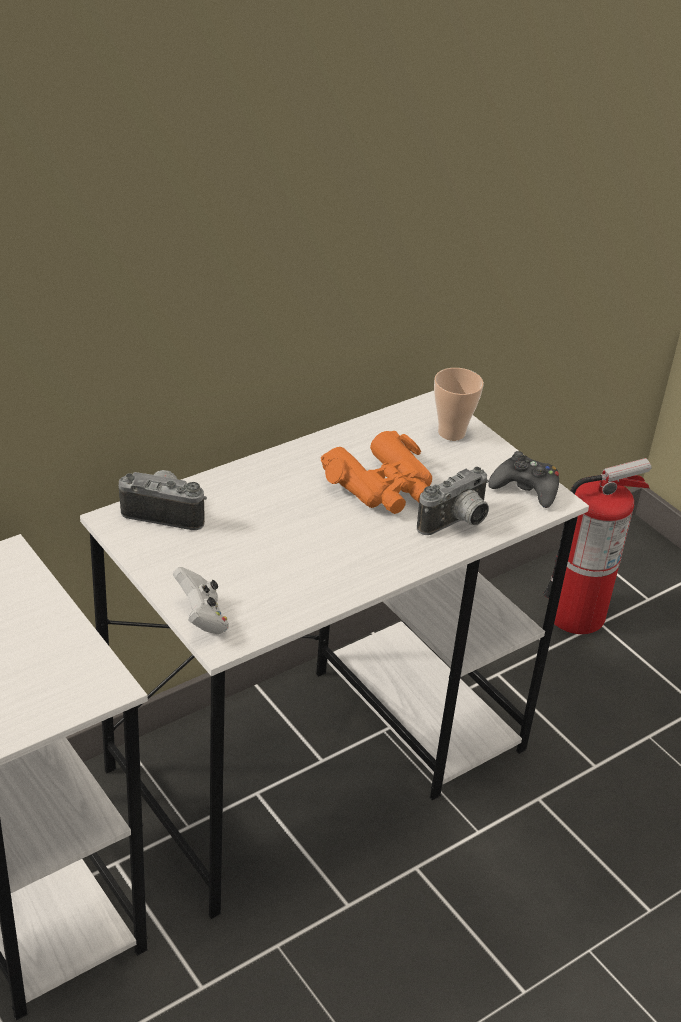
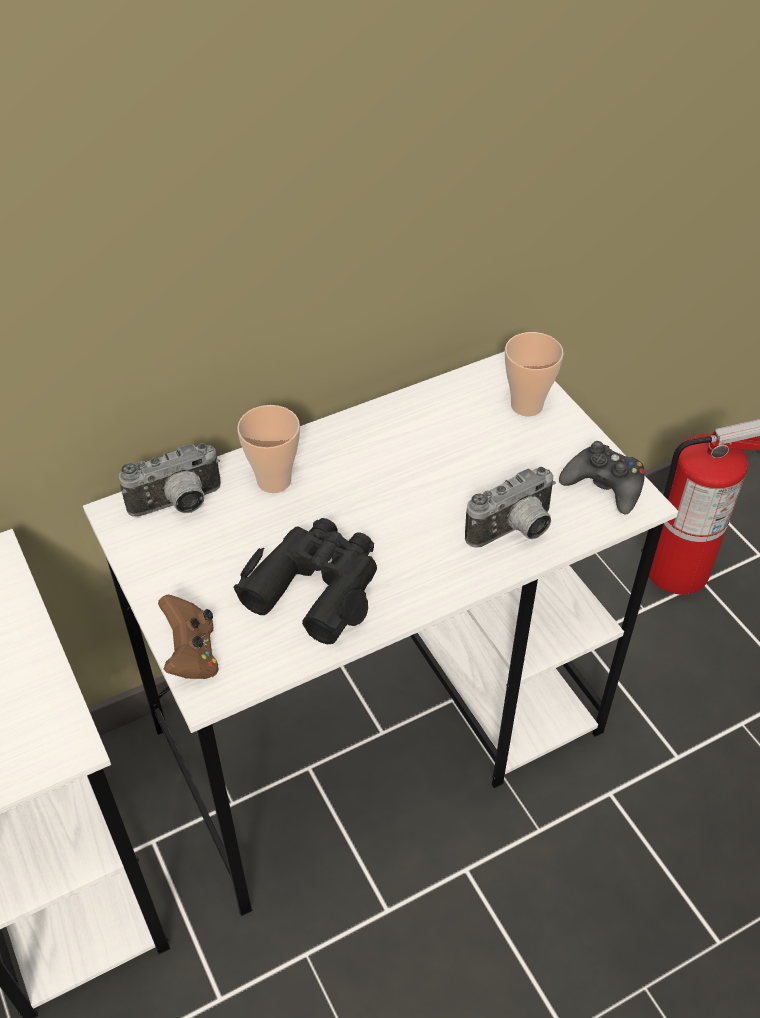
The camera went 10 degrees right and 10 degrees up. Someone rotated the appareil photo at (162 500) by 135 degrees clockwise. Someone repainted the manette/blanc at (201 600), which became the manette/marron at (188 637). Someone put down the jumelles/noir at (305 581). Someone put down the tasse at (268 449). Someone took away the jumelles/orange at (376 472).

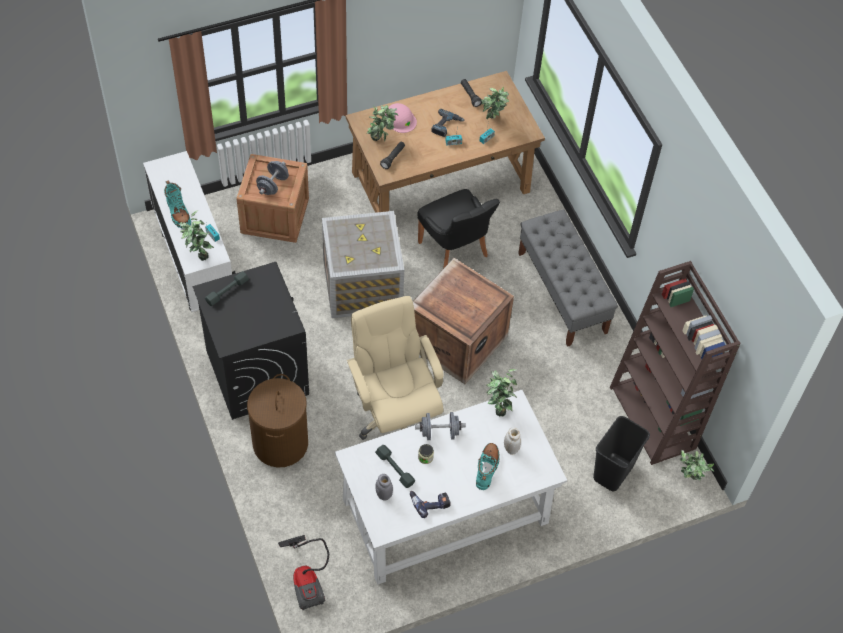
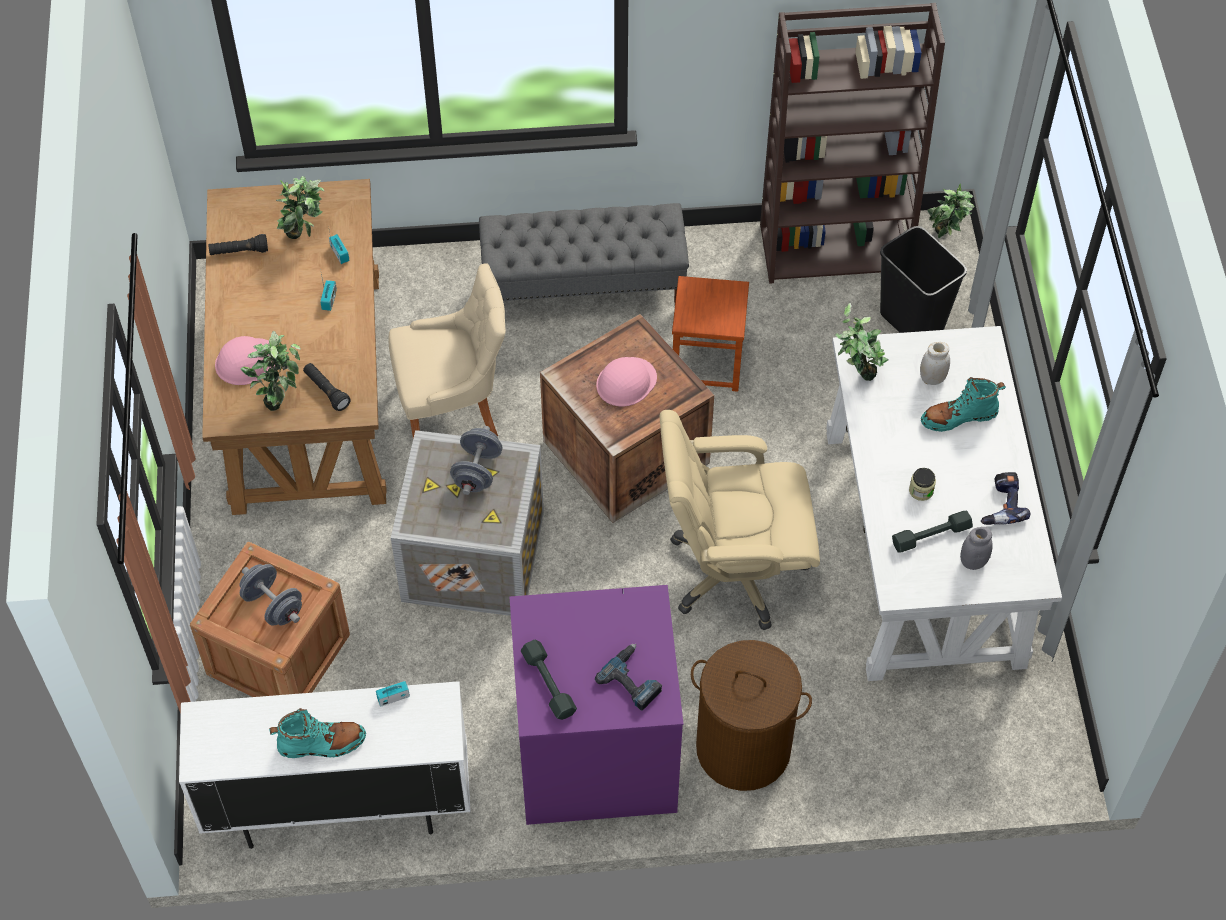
The camera went 70 degrees left and 0 degrees up. Someone repainted the chaise/noir at (459 229), which became the chaise/beige at (447 350). Someone carried the haltère/gris from (440 426) to (476 460). Someone repainted the lave-linge/noir at (251 341), which became the lave-linge/violet at (596 705). Someone carried the perceuse from (448 123) to (628 677). Someone put down the casque de chantier/rose at (626 381). Someone put down the tabouret/marron at (710 334). Someone rotated the botte/turquoise at (488 466) by 45 degrees counterclockwise. Someone took away the plante en pot at (196 235). Someone took away the aspirateur at (303 572).

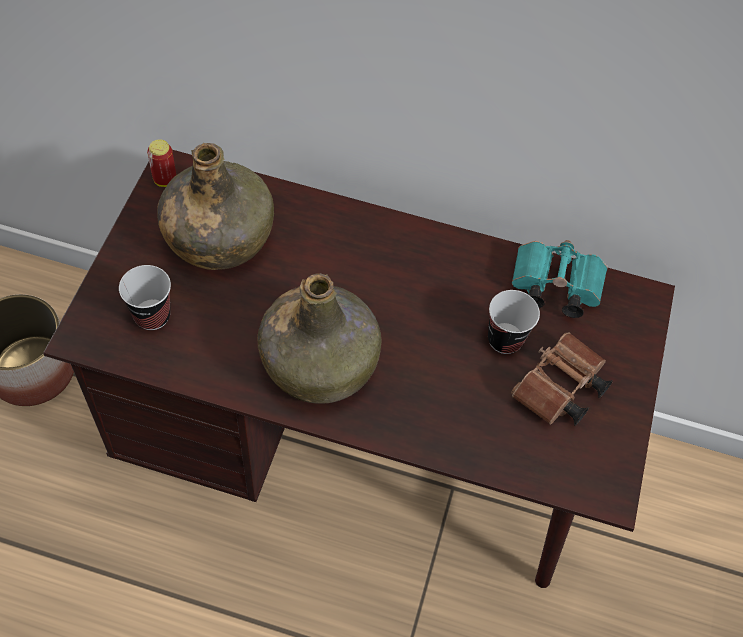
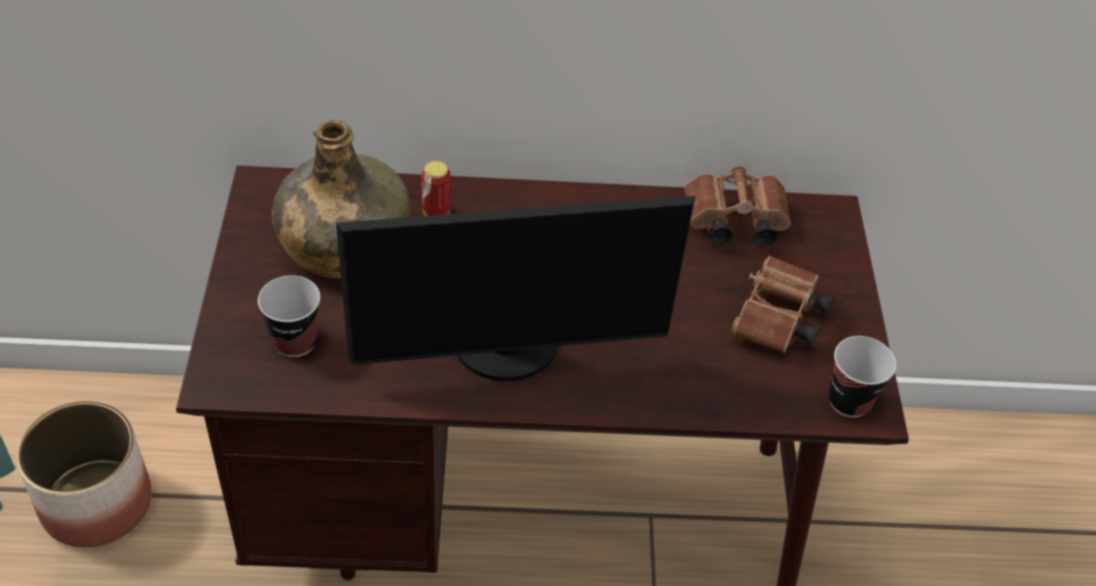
The camera went 15 degrees left and 10 degrees down. Someone swapped the bouteille/vert at (320 338) for the écran d'ordinateur at (515 288). Someone carried the boîte métallique from (161 163) to (436 188). Someone repainted the jumelles/turquoise at (559 279), which became the jumelles/marron at (737 205). Someone carried the tasse from (514 322) to (862 377).

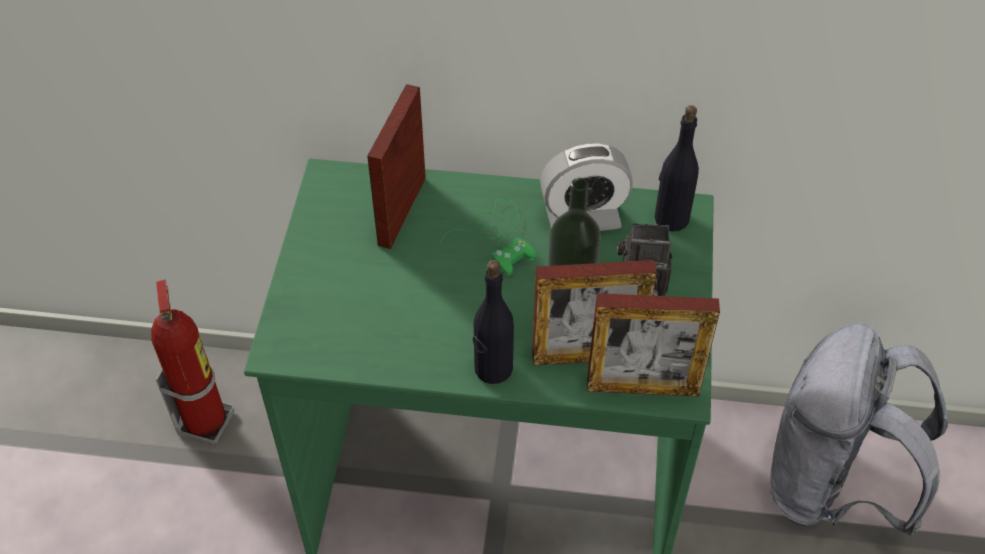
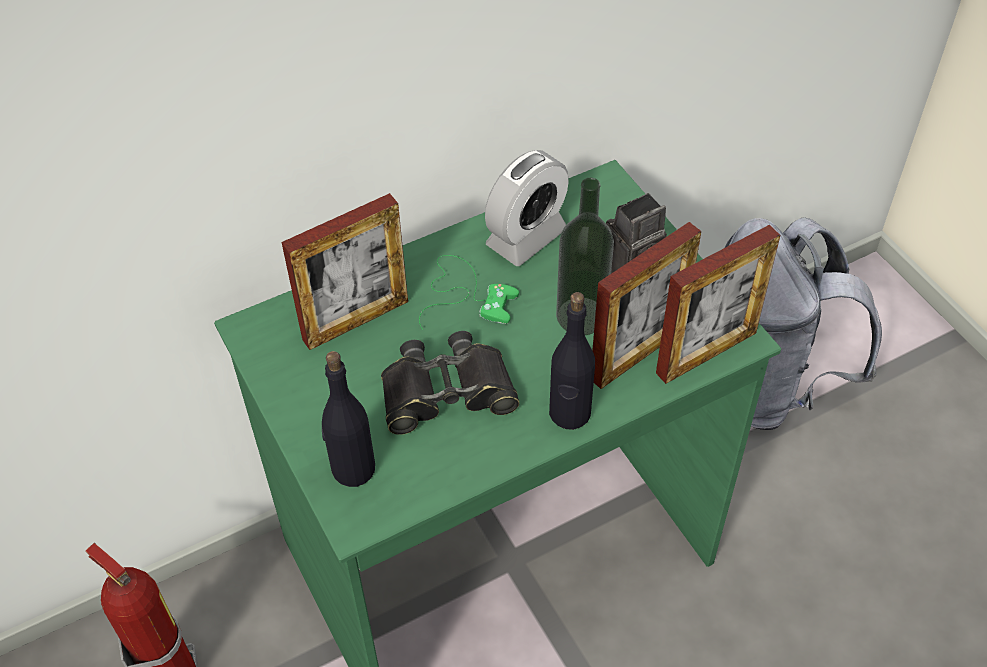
The camera went 35 degrees left and 0 degrees up. Someone rotated the cadre photo at (396 166) by 105 degrees counterclockwise. Someone carried the bouteille/noir from (676 168) to (348 419). Someone put down the jumelles/noir at (450 383).

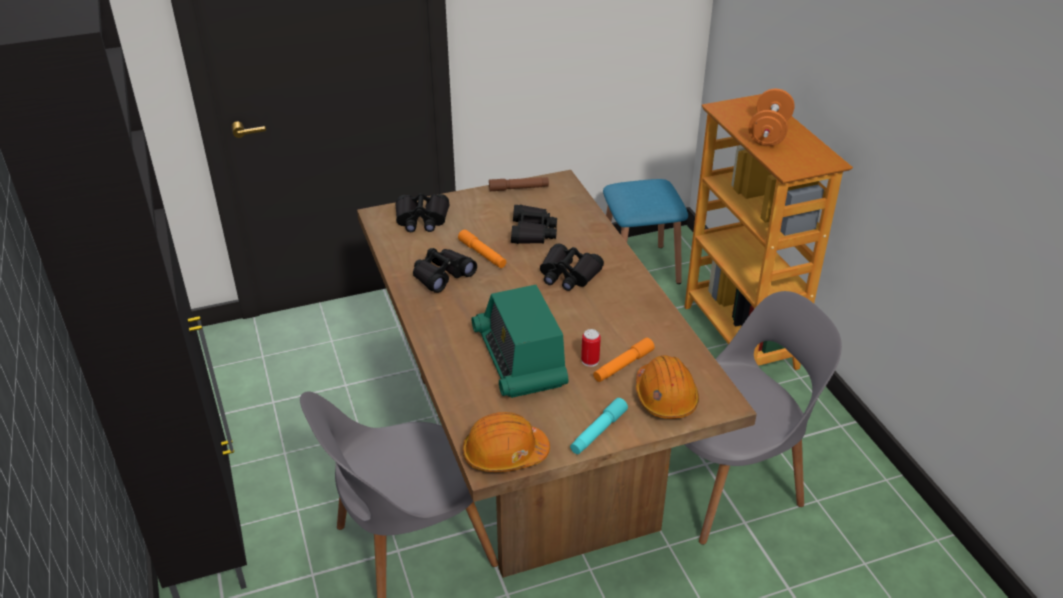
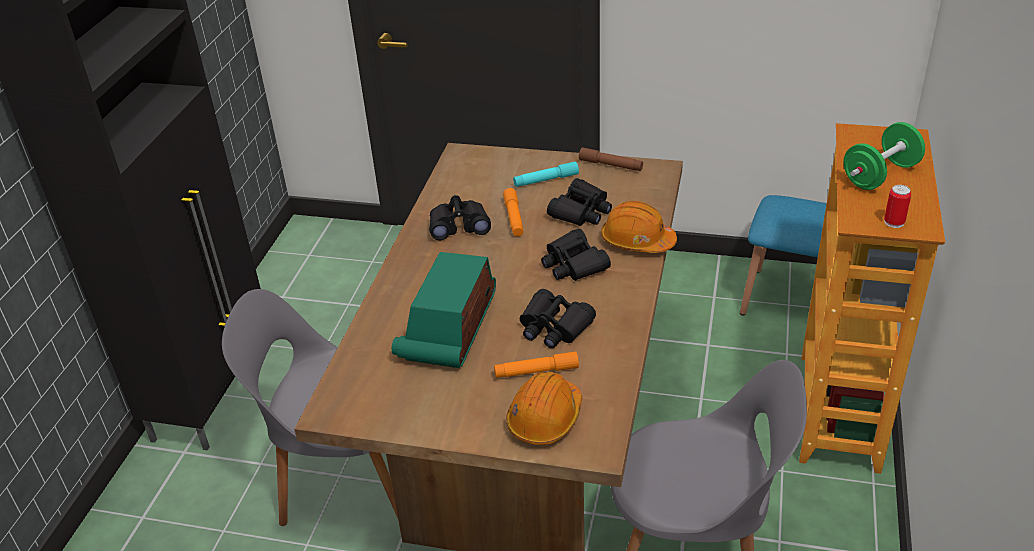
The camera went 35 degrees right and 0 degrees up. Someone carried the lampe de poche/turquoise from (599 426) to (546 174). Someone carried the jumelles/noir from (422 212) to (558 318). Someone carried the casque de chantier/orange from (506 442) to (639 227). Someone repainted the haltère/orange at (771 118), which became the haltère/vert at (884 156). Someone carried the boîte métallique from (591 348) to (897 206).

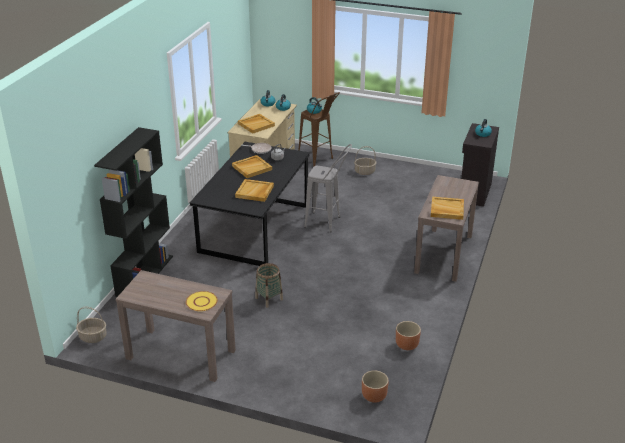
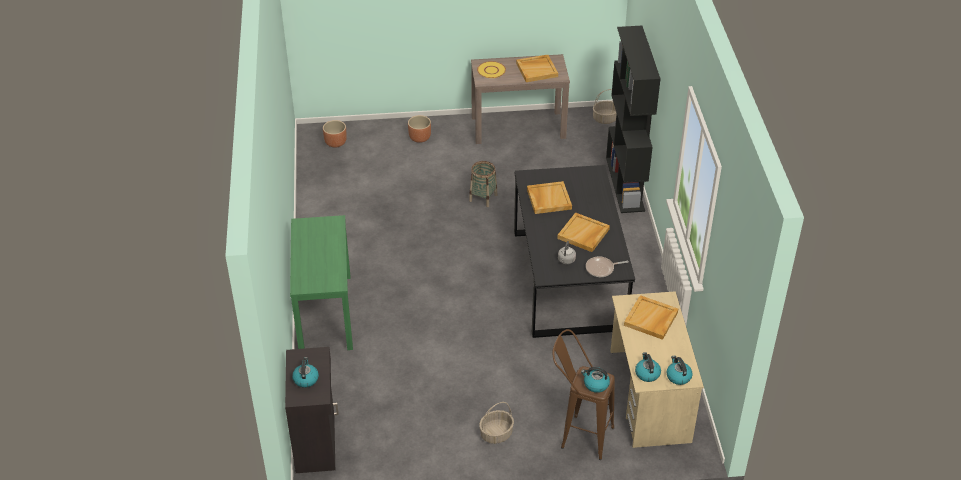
The camera went 155 degrees right and 10 degrees up. Someone repainted the table console/marron at (446 228), which became the table console/vert at (321 282). Someone carried the cache-pot/marron from (408 335) to (419 129). Someone carried the plateau/beige from (447 208) to (537 68). Someone took away the tabouret/gris at (328 188).

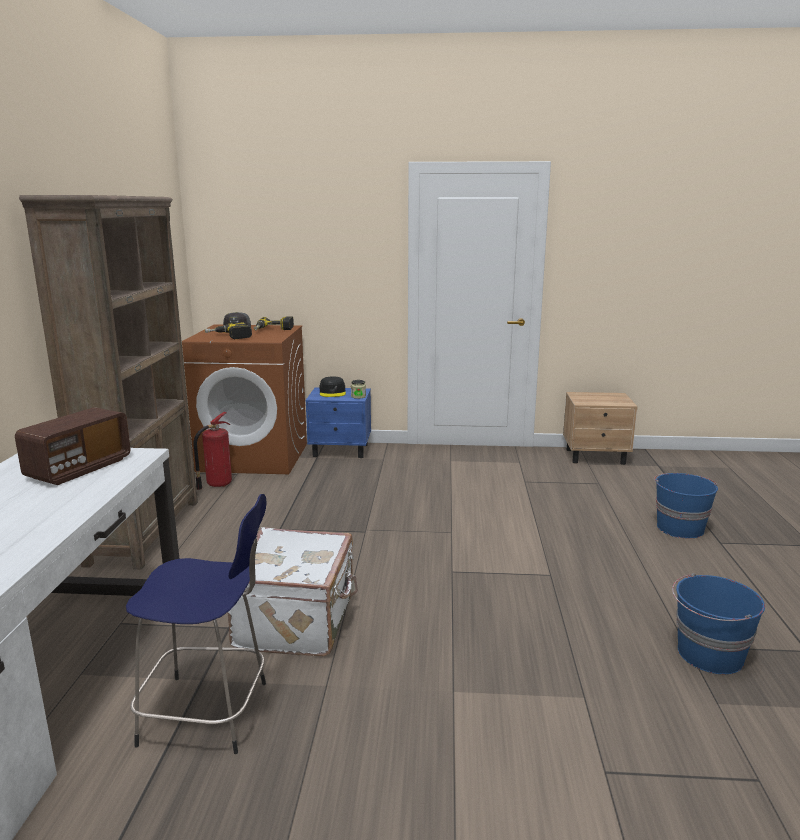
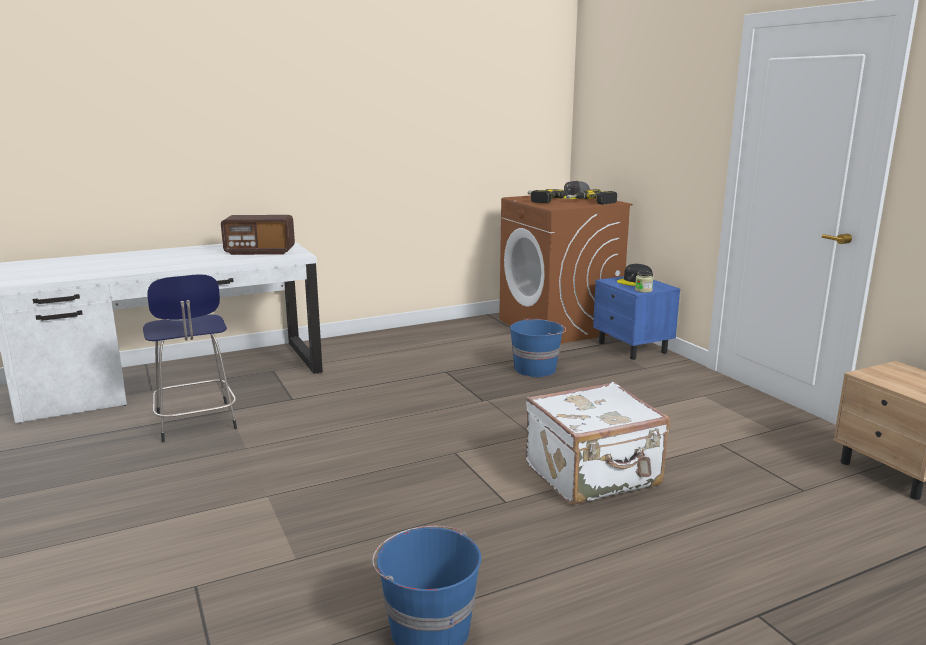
The camera went 60 degrees right and 0 degrees up. Someone carried the seau/bleu from (686 506) to (538 347). Someone carried the valise/blanc from (293 591) to (598 443). Someone took away the bibliothèque/marron at (108 382). Someone took away the extincteur at (213 451).

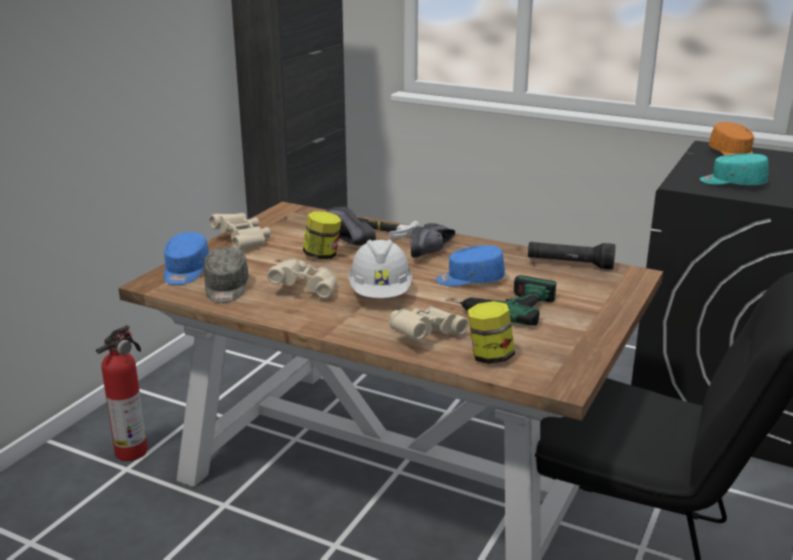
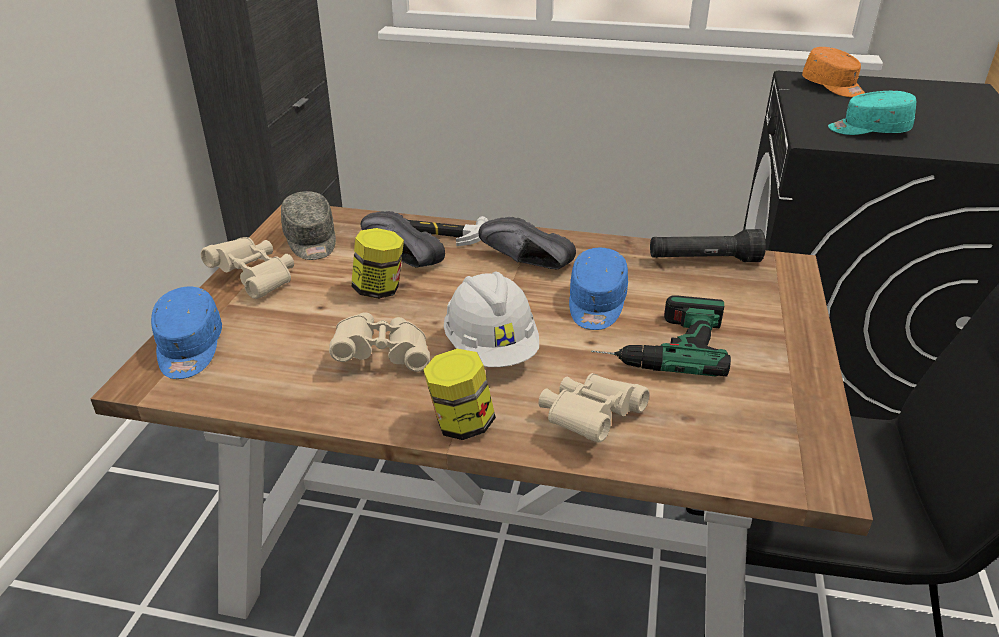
The camera went 15 degrees left and 10 degrees up. Someone carried the casquette/gris from (226 275) to (308 225). Someone carried the bocal from (491 332) to (459 394). Someone rotated the chaussure/noir at (432 240) by 105 degrees clockwise. Someone rotated the casquette/bleu at (470 265) by 60 degrees counterclockwise. Someone took away the extincteur at (122 393).

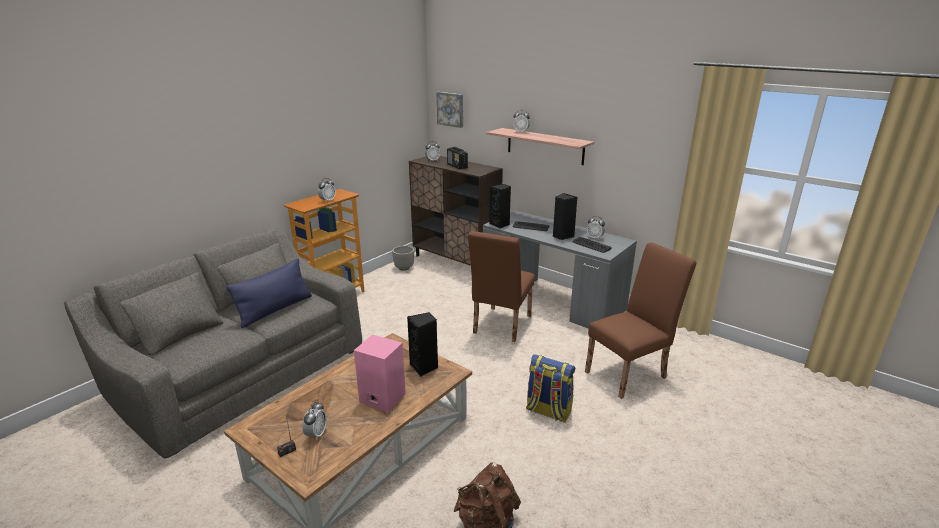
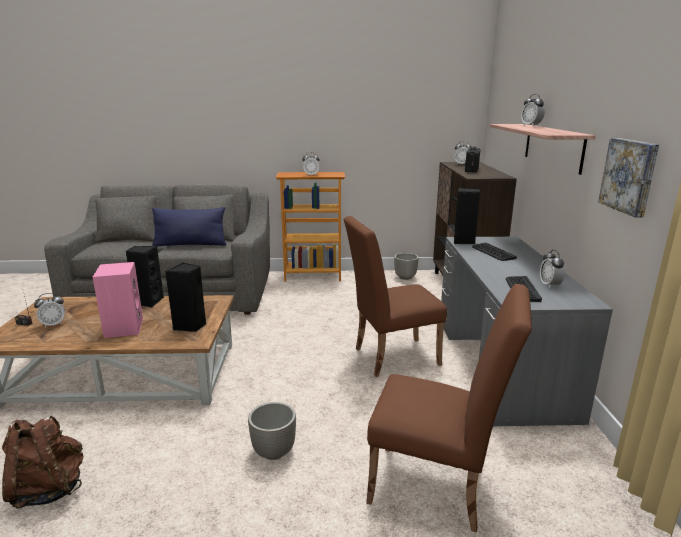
The camera went 50 degrees right and 5 degrees down. Someone carried the enceinte/noir from (565 216) to (145 277). Someone swapped the sac à dos at (550 388) for the cache-pot at (272 431). Someone carried the tableau from (450 110) to (628 178).

